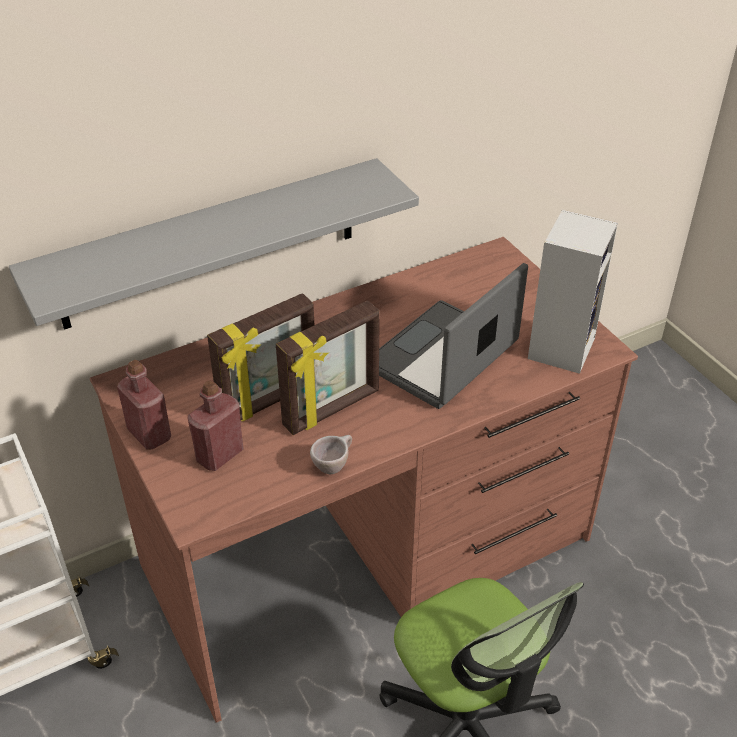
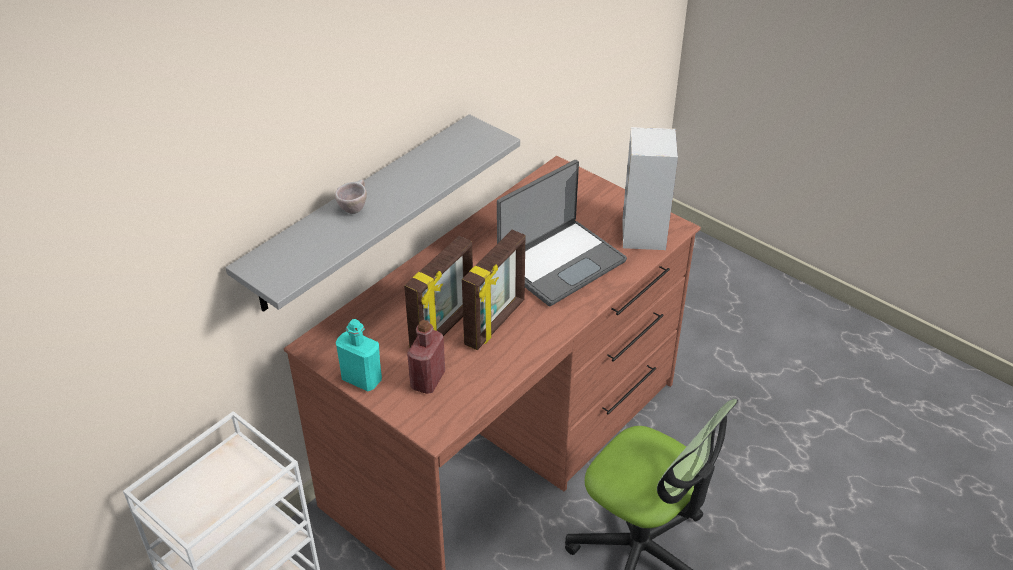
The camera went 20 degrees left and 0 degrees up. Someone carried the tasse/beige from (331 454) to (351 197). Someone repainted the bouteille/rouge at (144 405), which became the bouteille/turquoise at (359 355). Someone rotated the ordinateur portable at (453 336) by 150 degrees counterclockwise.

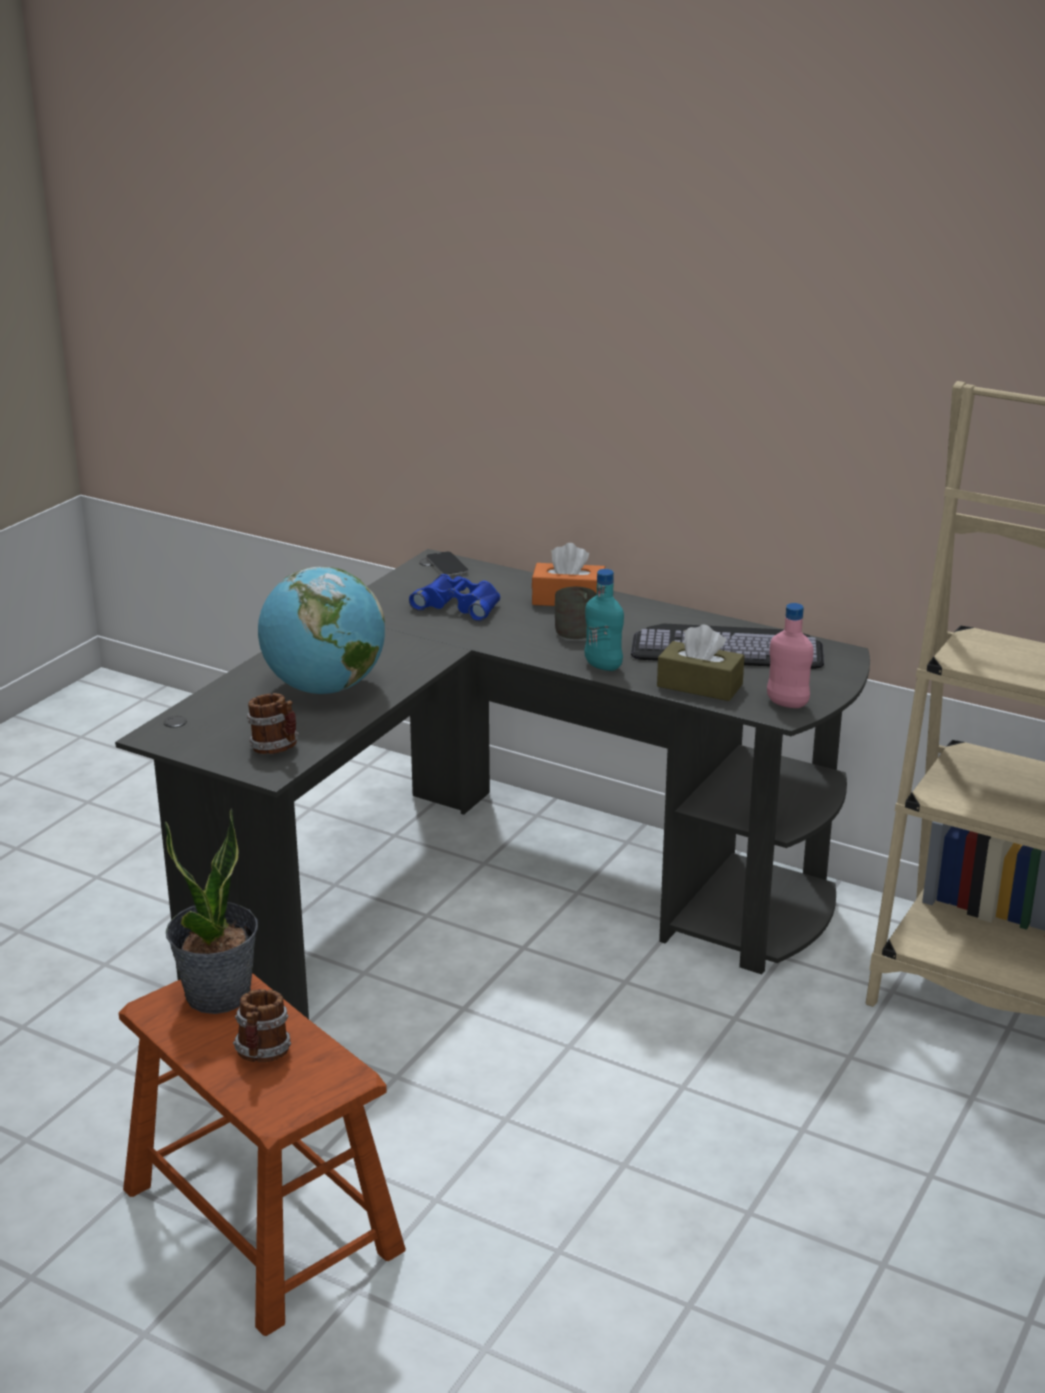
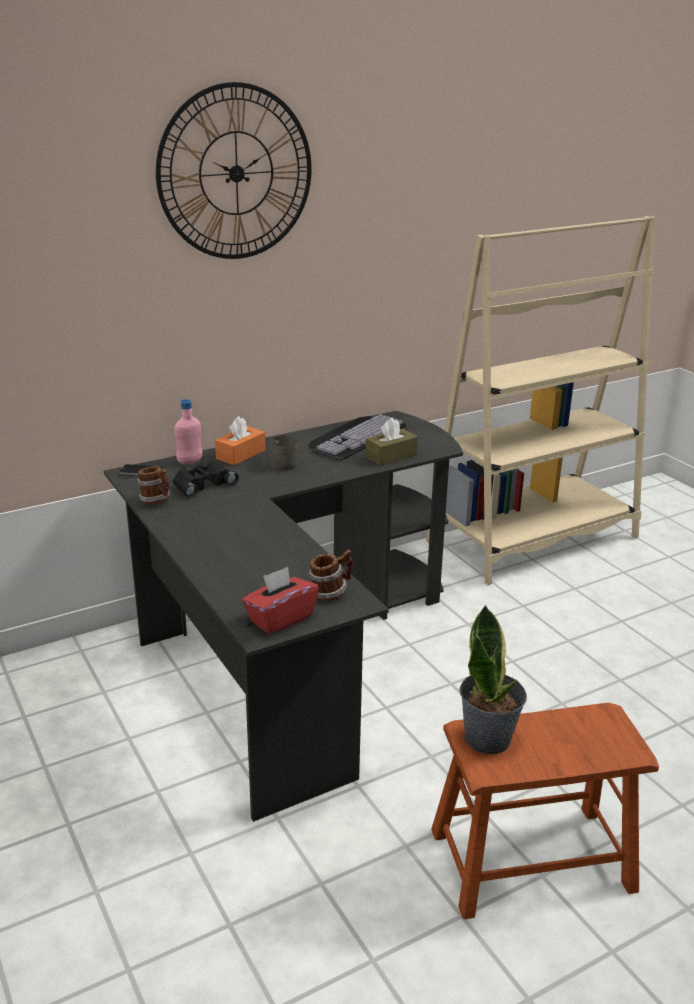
The camera went 60 degrees left and 0 degrees up. Someone carried the mug from (262 1025) to (154 485). Someone put up the horloge murale at (234 170). Someone repainted the jumelles/bleu at (454 597), which became the jumelles/noir at (206 479). Someone carried the bouteille/rose from (790 655) to (188 432). Someone put down the boîte à mouchoirs/rouge at (280 601). Someone took away the globe at (321 630). Someone took away the bouteille/turquoise at (604 620).

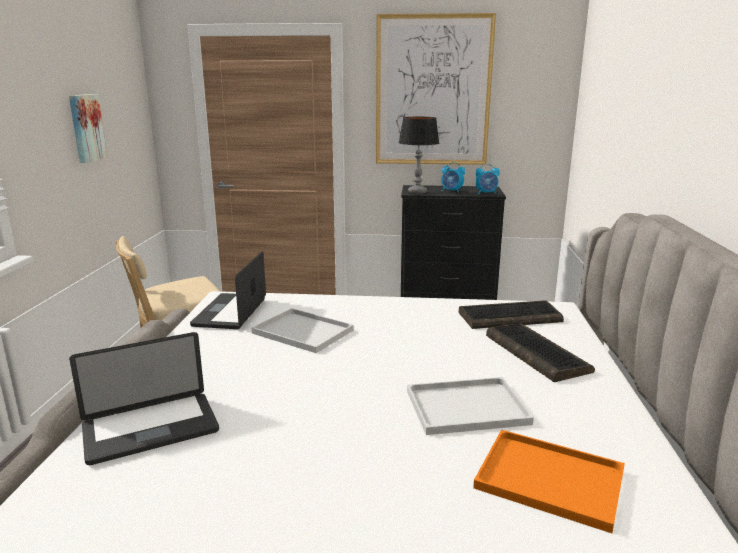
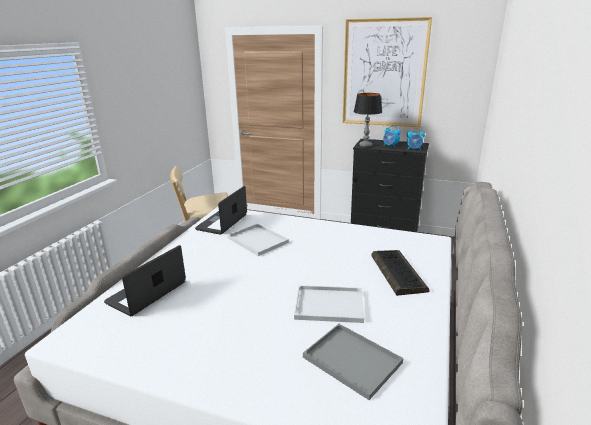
The camera went 15 degrees right and 5 degrees up. Someone rotated the ordinateur portable at (144 398) by 135 degrees clockwise. Someone repainted the plateau/orange at (549 481), which became the plateau/gris at (353 362). Someone took away the tableau at (88 128). Someone took away the clavier at (511 314).

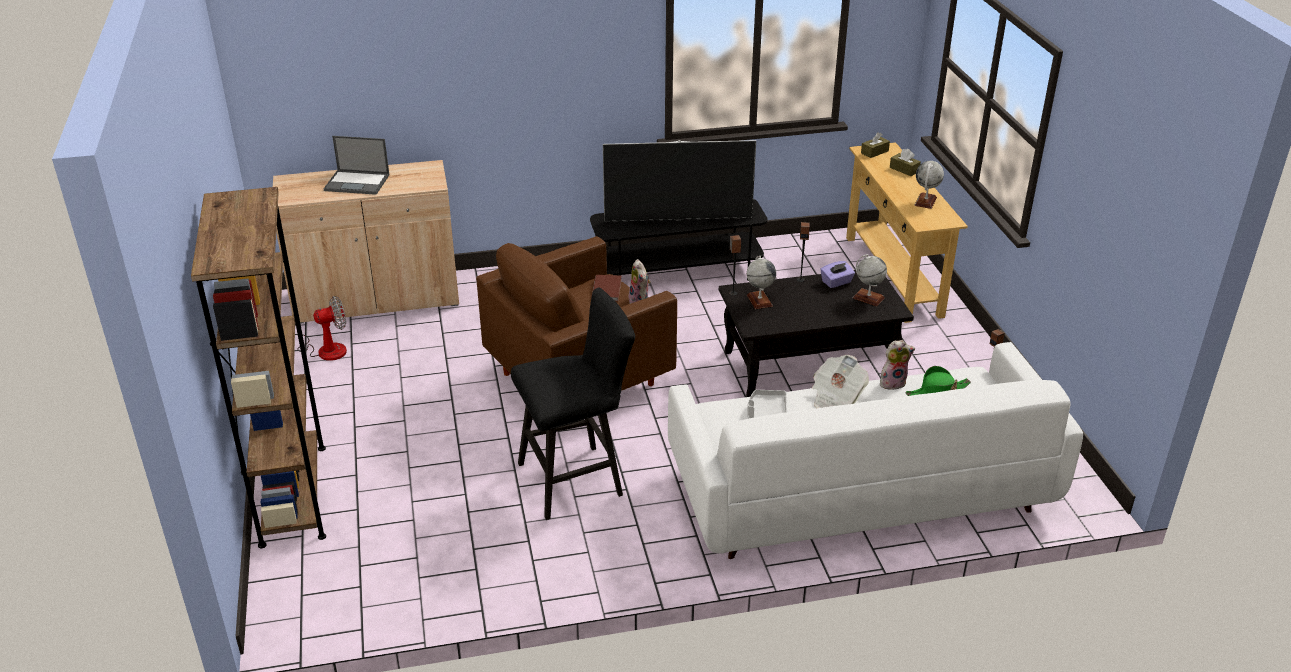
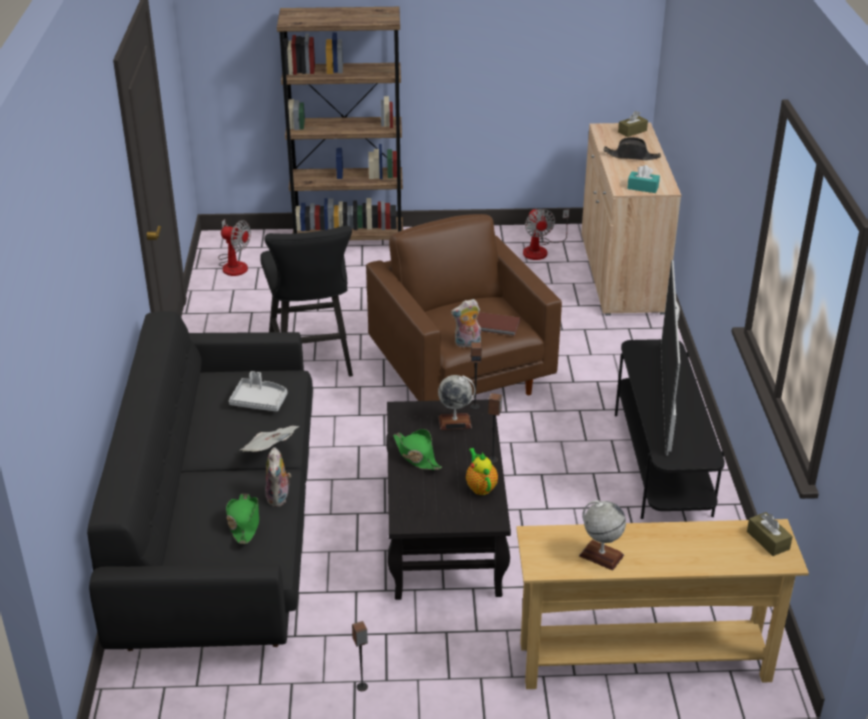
The camera went 100 degrees right and 0 degrees up. Someone repainted the canapé/blanc at (875 450), which became the canapé/noir at (200 481). Someone put down the ventilateur at (234 247). Someone put down the chapeau/vert at (417 449). Someone swapped the boîte à mouchoirs/violet at (837 274) for the théière at (482 471). Someone swapped the ordinateur portable at (356 165) for the chapeau/noir at (632 148). Someone carried the boîte à mouchoirs/marron from (905 162) to (633 124). Someone put down the boîte à mouchoirs/turquoise at (643 179). Someone took away the globe at (870 280).

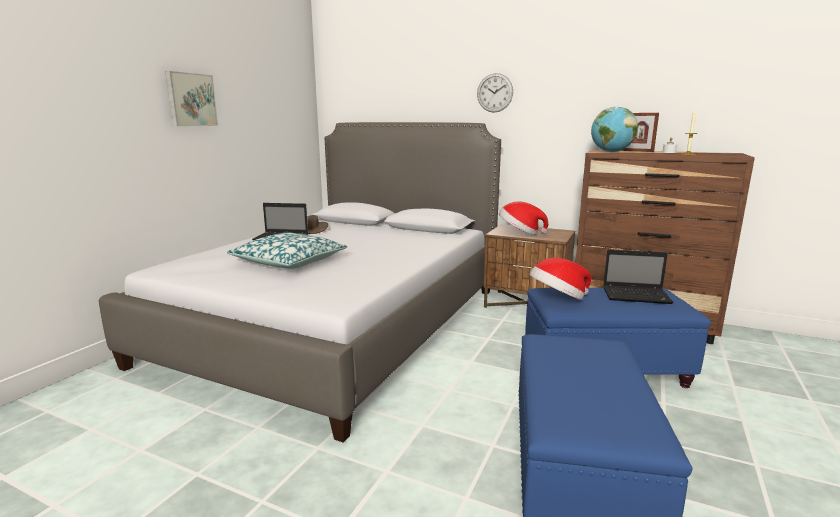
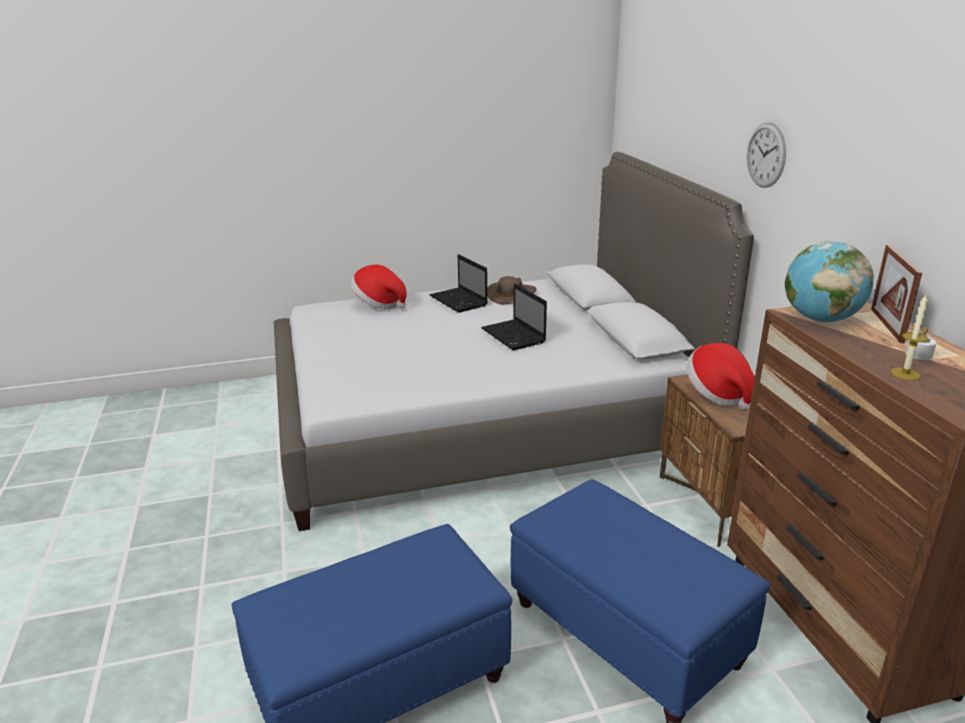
The camera went 50 degrees right and 10 degrees up. Someone carried the chapeau from (560 279) to (379 286). Someone carried the ordinateur portable from (638 277) to (514 316). Someone took away the tableau at (191 98). Someone took away the coussin at (287 251).

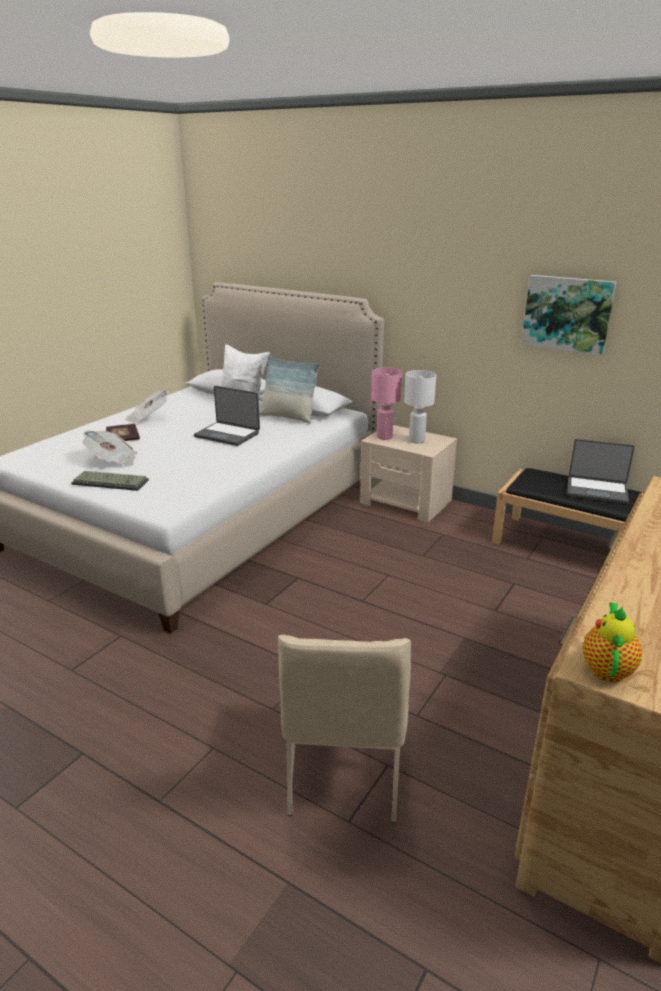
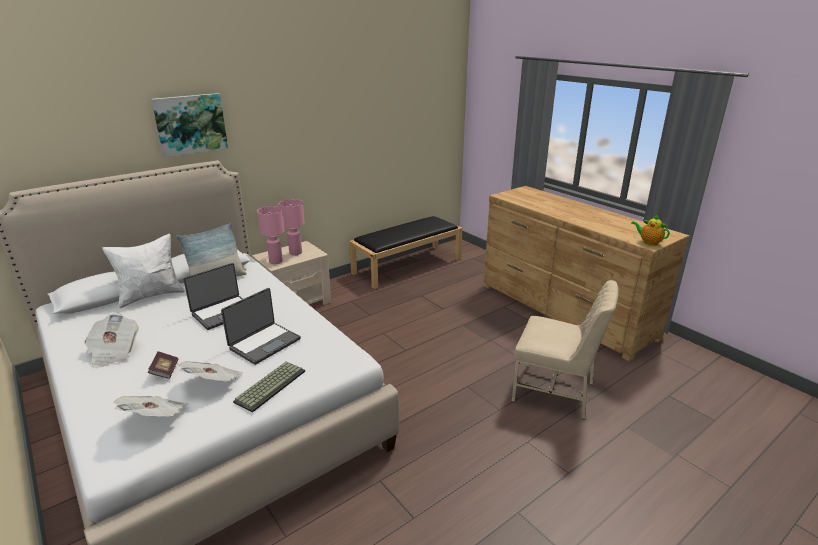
The camera went 70 degrees left and 0 degrees up. Someone put down the journal at (151 406). Someone carried the tableau from (568 315) to (189 125). Someone carried the ordinateur portable from (600 471) to (261 326). Someone repainted the lampe de table/blanc at (420 406), which became the lampe de table/rose at (291 227).

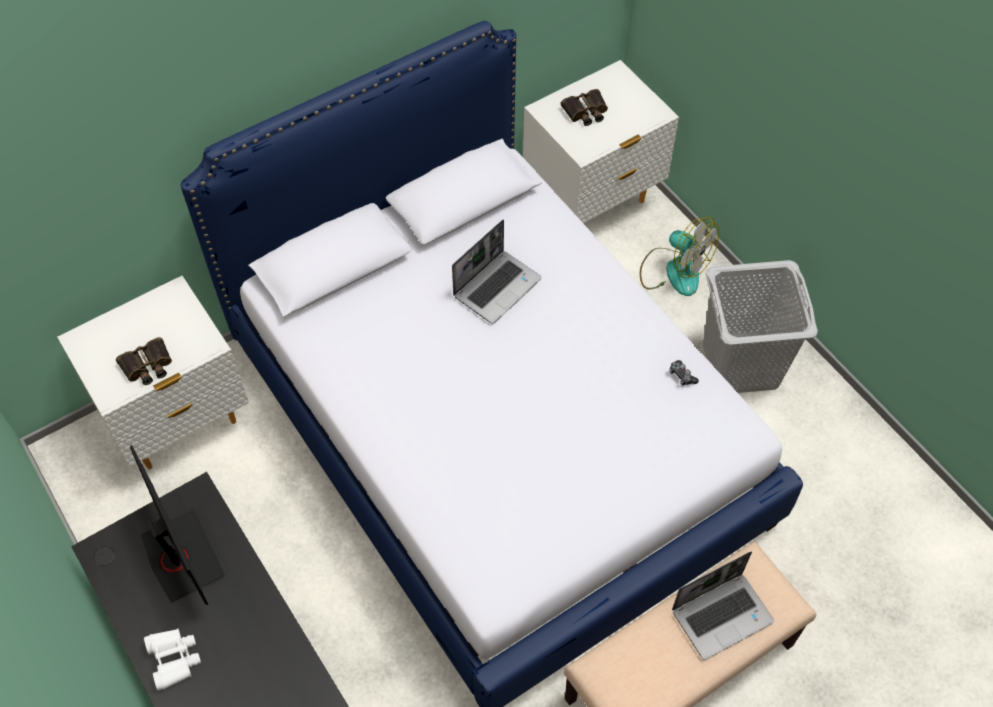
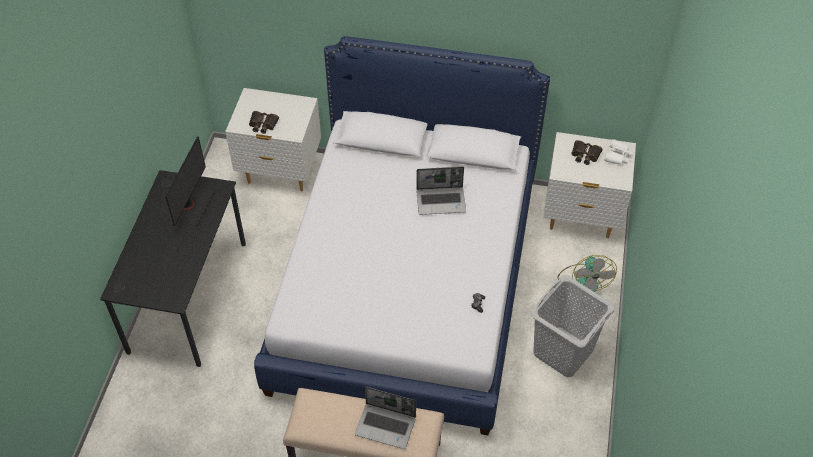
The camera went 45 degrees right and 5 degrees down. Someone carried the jumelles/blanc from (172 659) to (618 152).

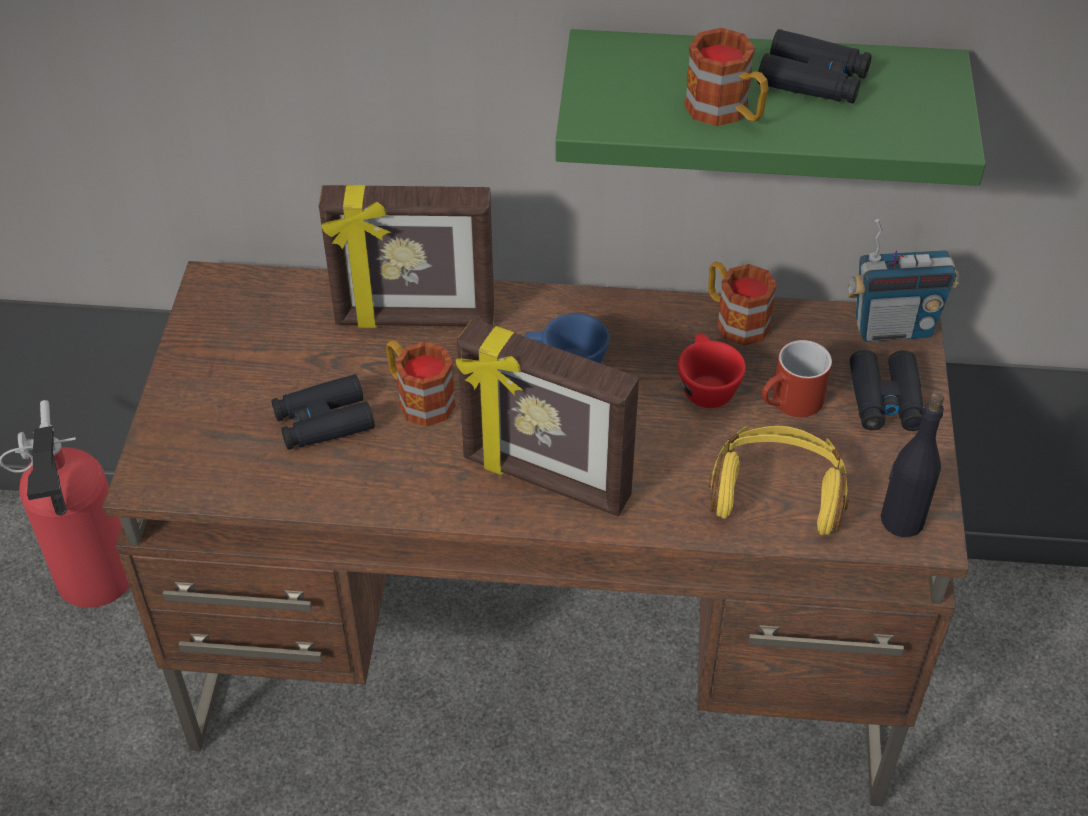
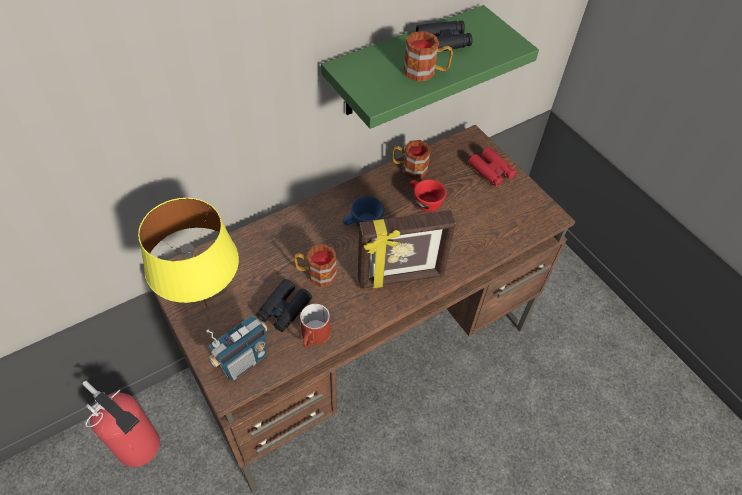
The camera went 40 degrees left and 5 degrees up. Someone put down the lampe de table/jaune at (188 252). Someone carried the radio from (903 280) to (237 348). Someone carried the mug/rouge from (797 379) to (315 325). Someone repainted the jumelles/noir at (887 390), which became the jumelles/rouge at (492 167). Someone took away the cadre photo at (406 256). Someone took away the casque audio/jaune at (778 480). Someone took away the bouteille/noir at (912 464).

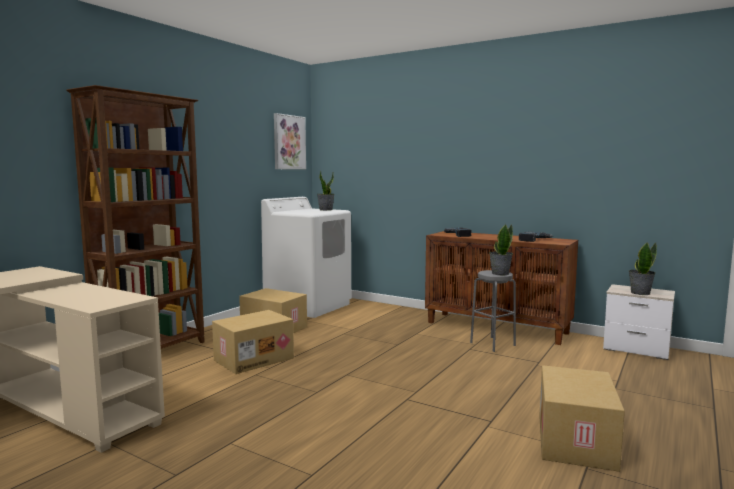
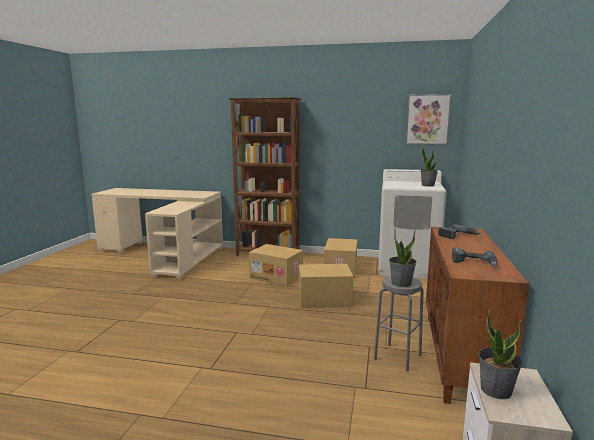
The camera went 70 degrees right and 5 degrees up. Someone carried the carton from (582 418) to (326 286).

